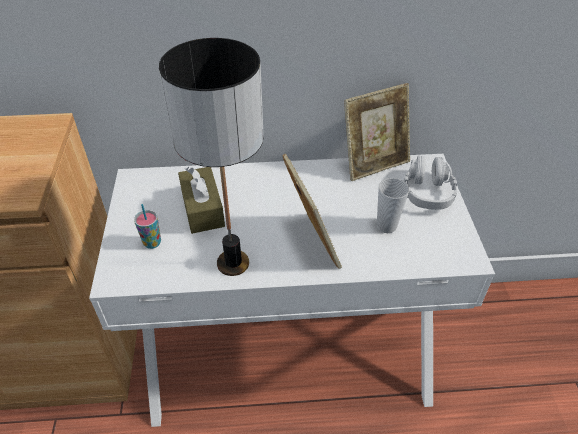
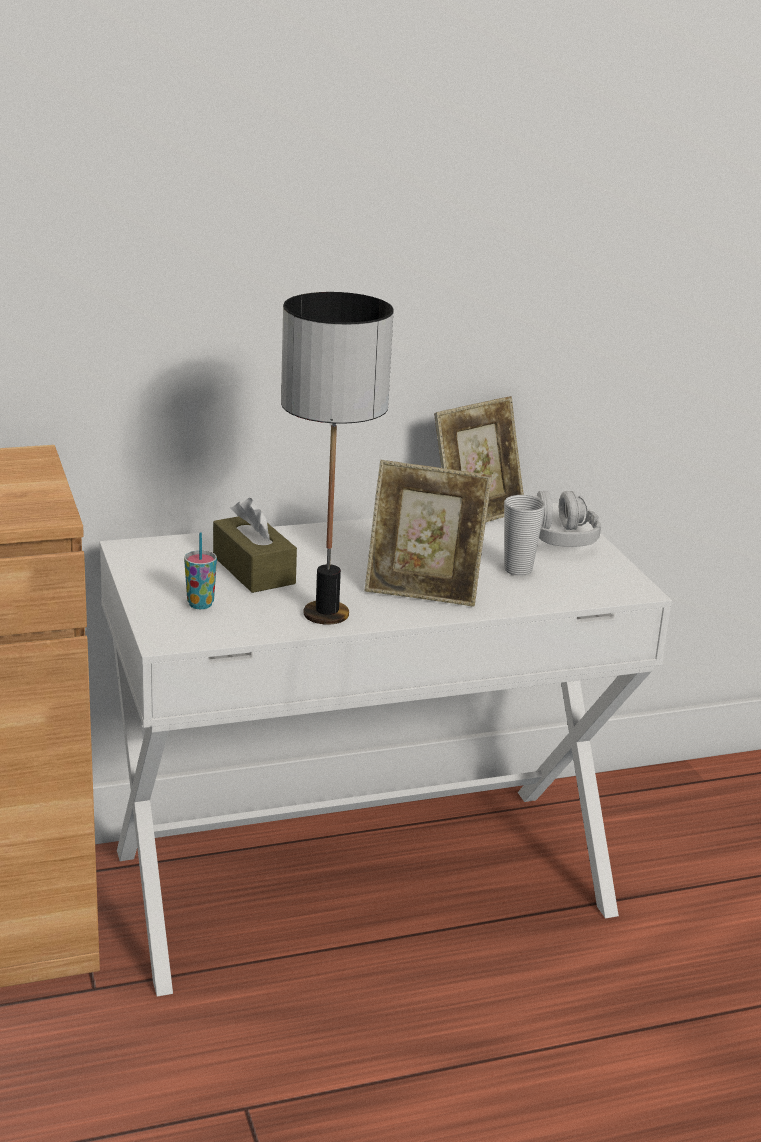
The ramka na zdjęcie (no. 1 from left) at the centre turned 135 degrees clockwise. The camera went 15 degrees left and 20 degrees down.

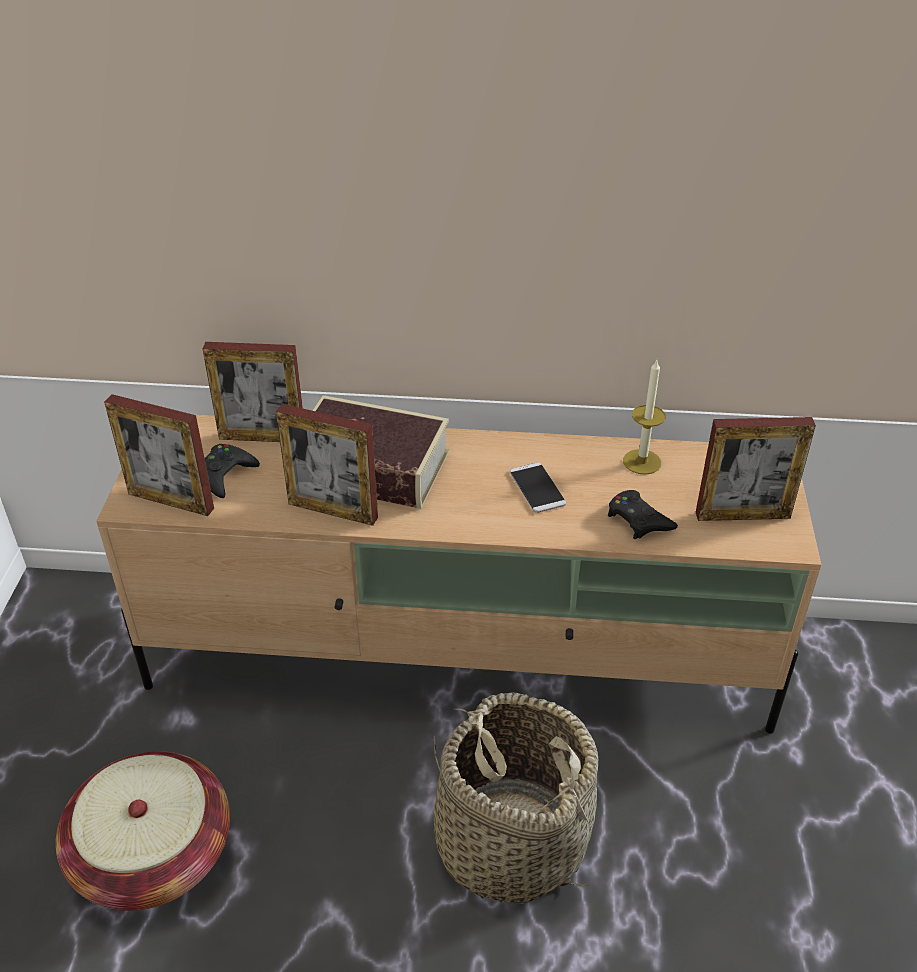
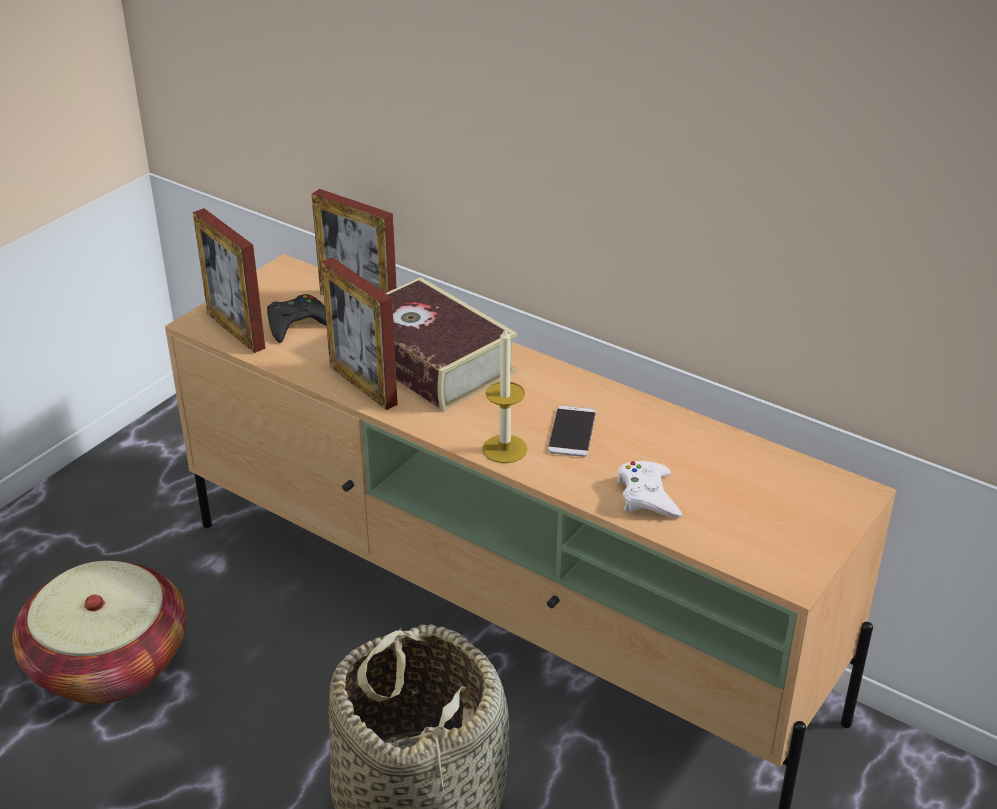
The świeca moved from the middle right to the centre. The ramka na zdjęcie (no. 4 from left) at the middle right disappeared. The pad do gier/czarny (no. 2 from left) at the middle right became the pad do gier/biały at the centre. The camera went 30 degrees right and 5 degrees down.

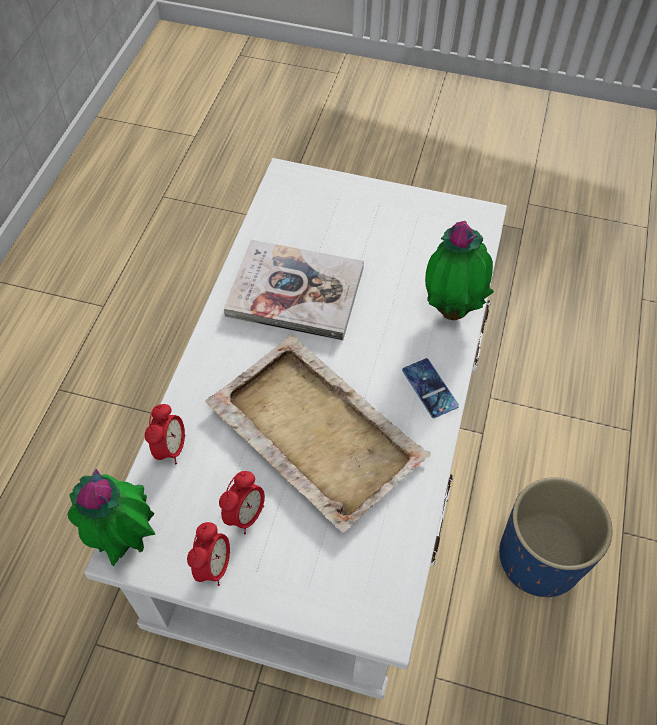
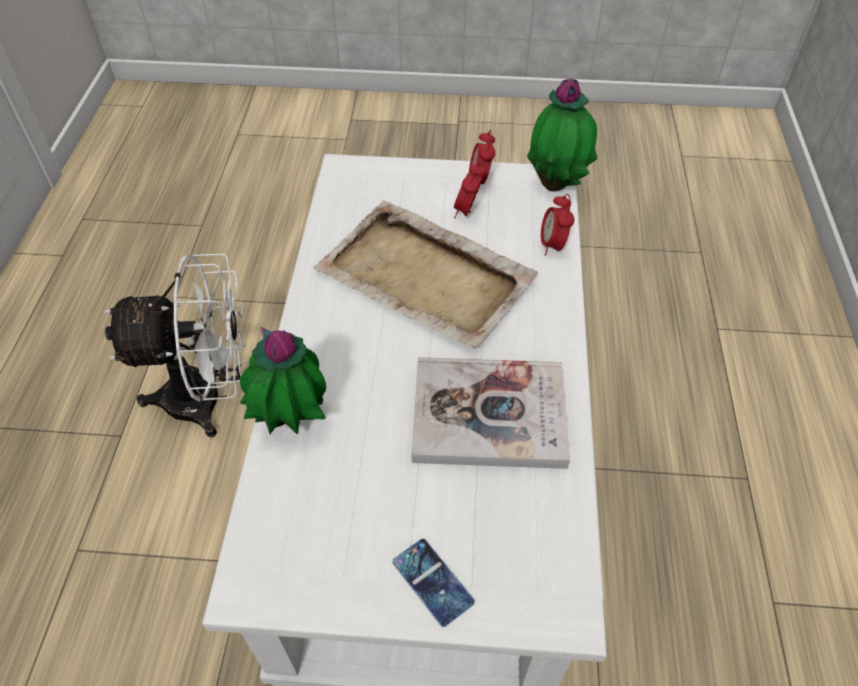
The telefon moved from the centre to the bottom centre. The donica/niebieski at the bottom right was replaced by the wentylator/biały at the middle left. The camera went 170 degrees right and 5 degrees down.

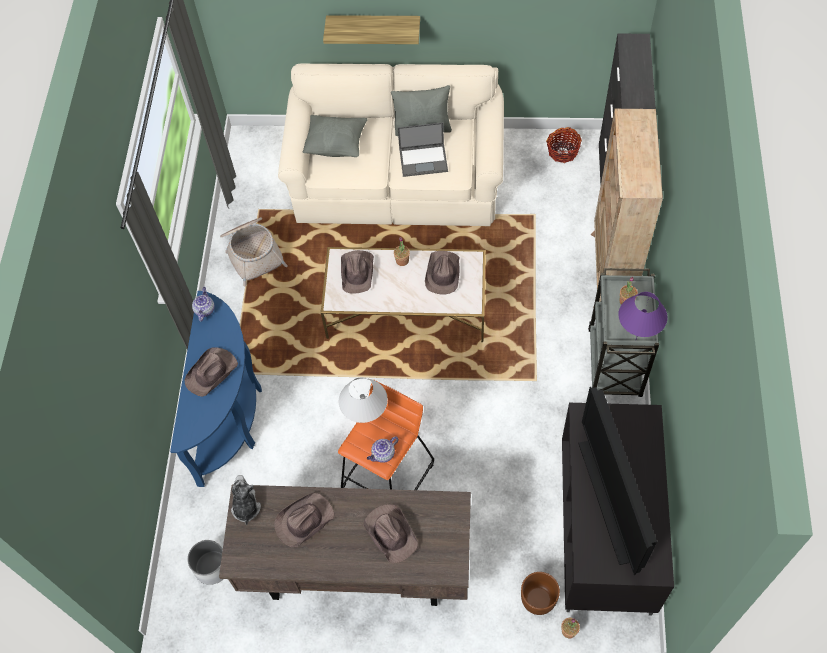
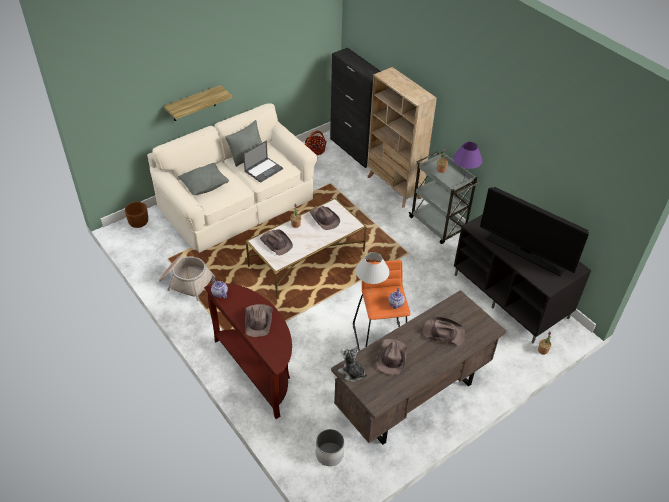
The stolik konsolowy/niebieski at the middle left became the stolik konsolowy/brązowy at the bottom centre. The donica/brązowy moved from the bottom centre to the middle left. The camera went 45 degrees left and 15 degrees down.

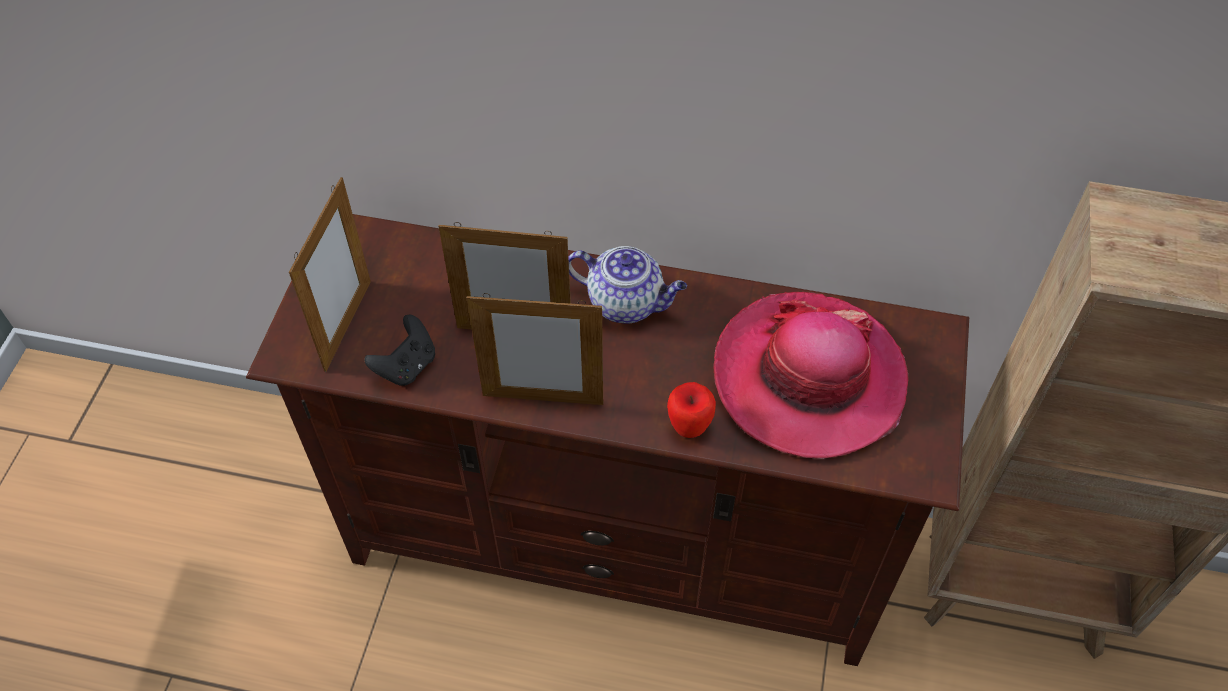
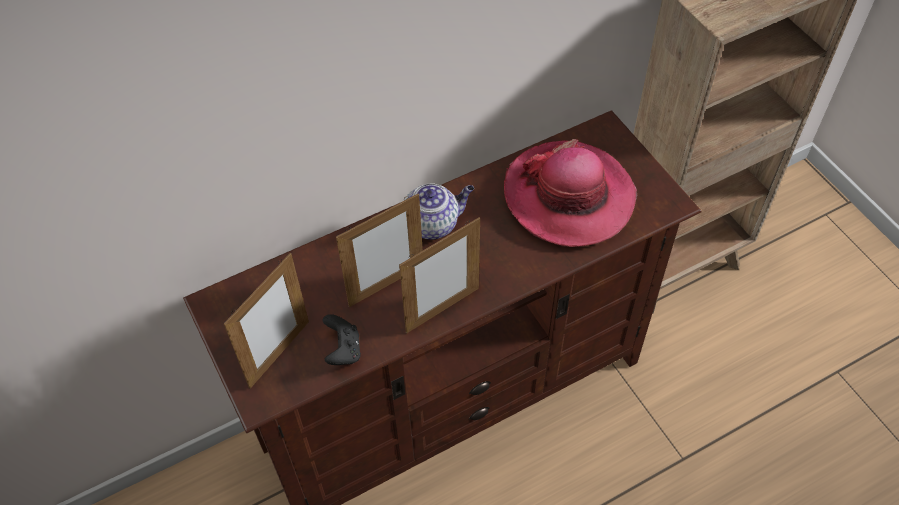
The ramka na zdjęcie (no. 1 from left) at the middle left turned 60 degrees clockwise. The jabłko at the centre disappeared. The camera went 40 degrees left and 0 degrees up.

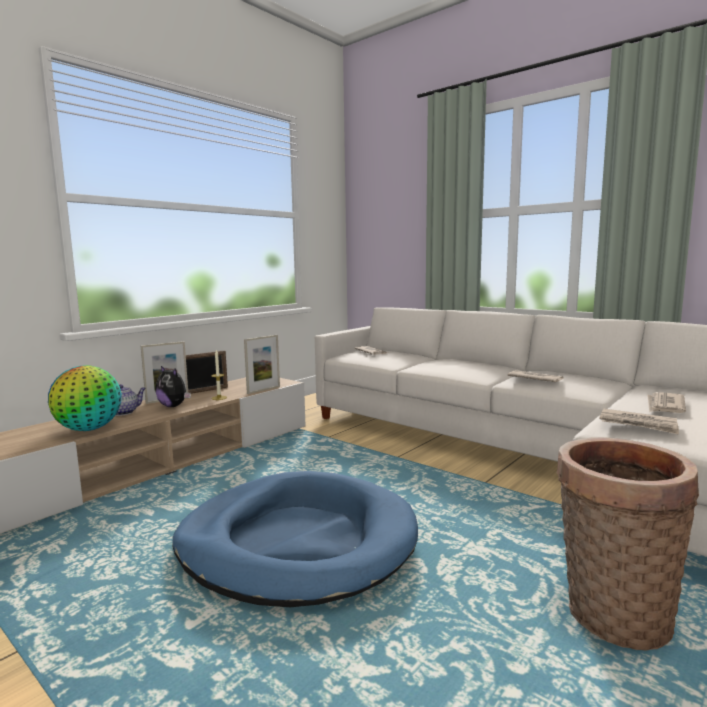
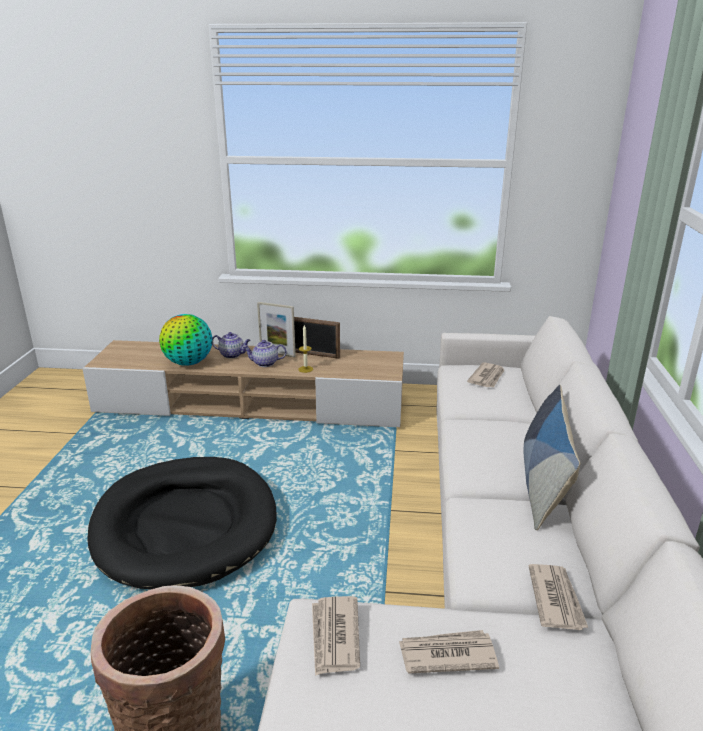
The ramka na zdjęcie (no. 3 from left) at the centre disappeared. The pluszak at the middle left was replaced by the imbryk (no. 2 from left) at the centre. The gazeta (no. 2 from left in the first image) moved from the middle right to the bottom right. The legowisko/niebieski at the bottom centre became the legowisko/czarny at the bottom left. The poduszka at the middle right appeared. The camera went 55 degrees right and 15 degrees up.

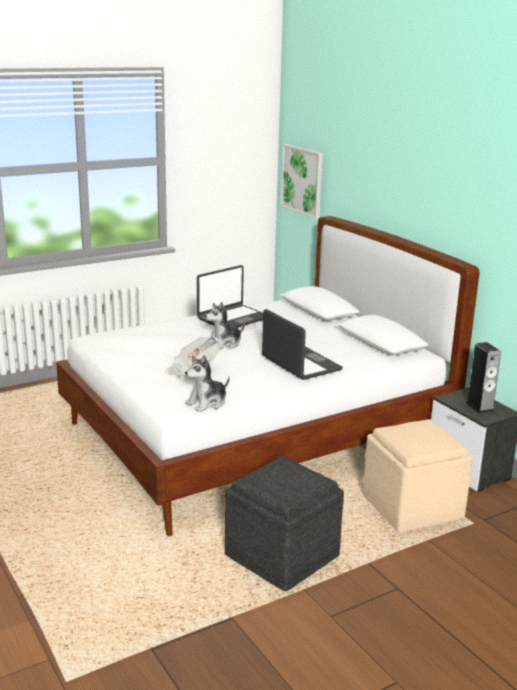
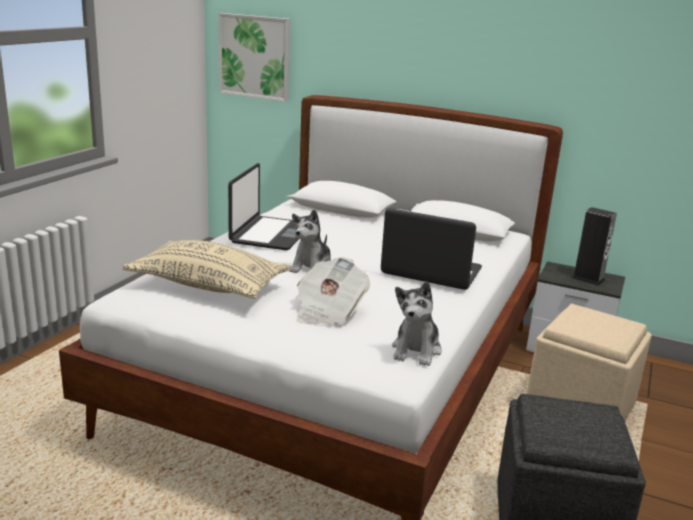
The poduszka/beżowy at the middle left appeared. The camera went 35 degrees left and 0 degrees up.

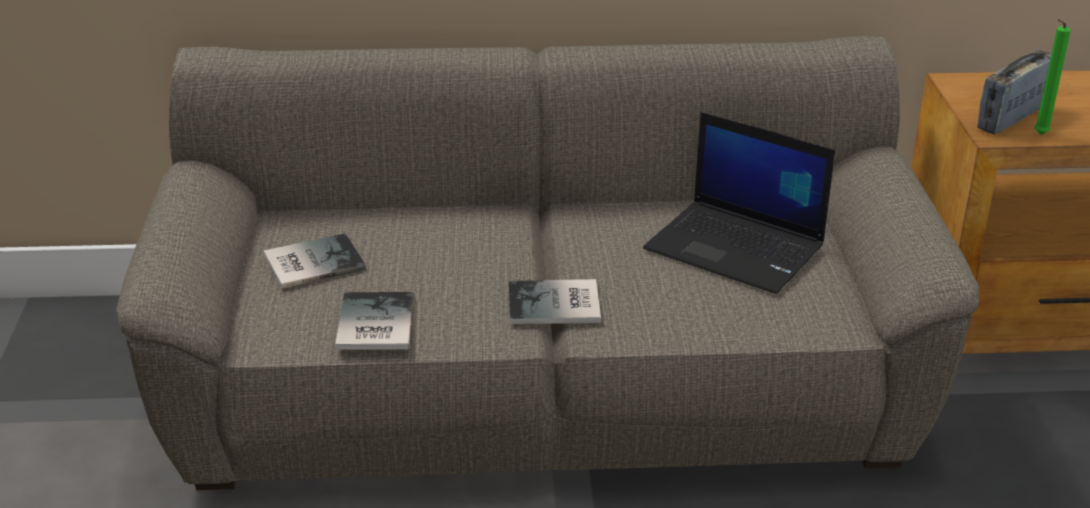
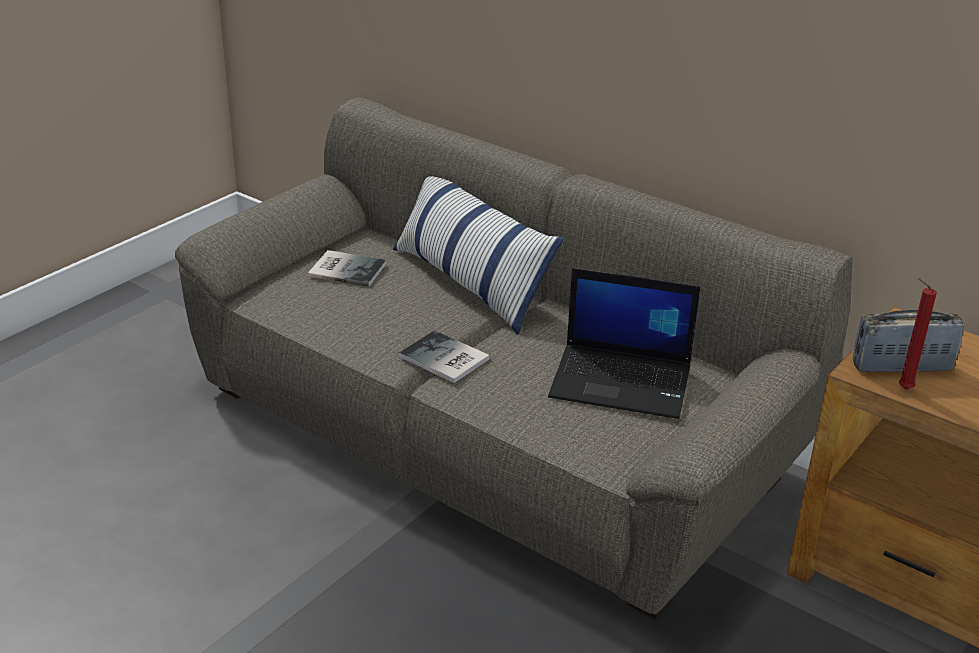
The świeca/zielony at the top right became the świeca/czerwony at the middle right. The laptop at the middle right turned 60 degrees counterclockwise. The książka (no. 2 from left) at the centre disappeared. The poduszka at the centre appeared. The camera went 40 degrees right and 0 degrees up.

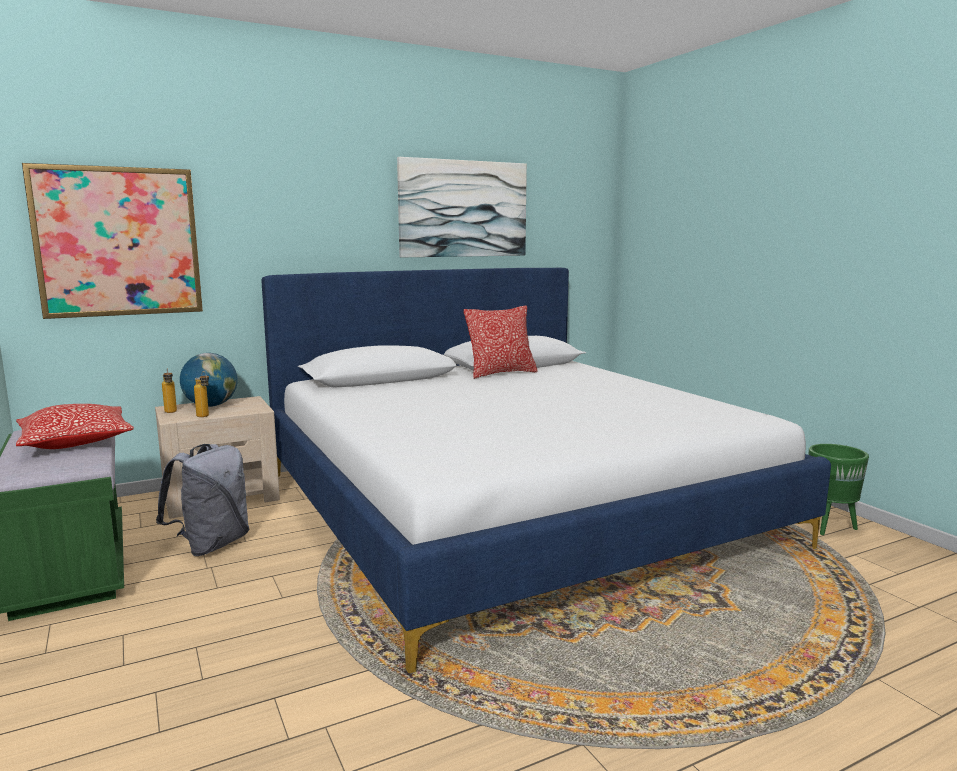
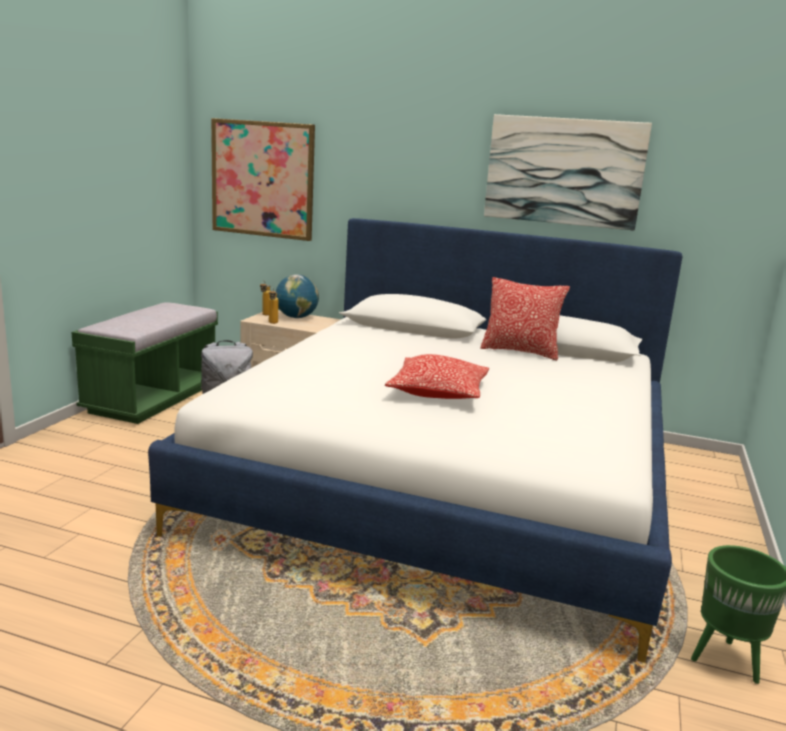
The poduszka (no. 1 from left) moved from the middle left to the centre. The camera went 45 degrees right and 5 degrees up.

